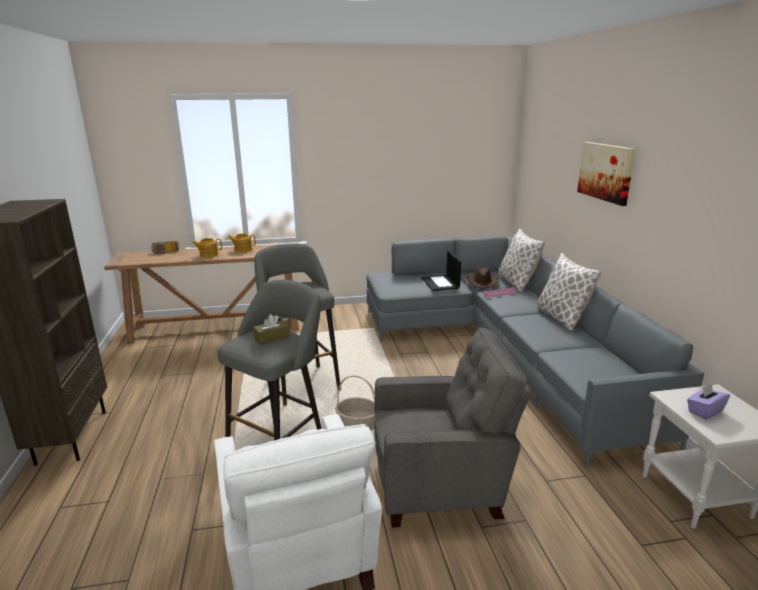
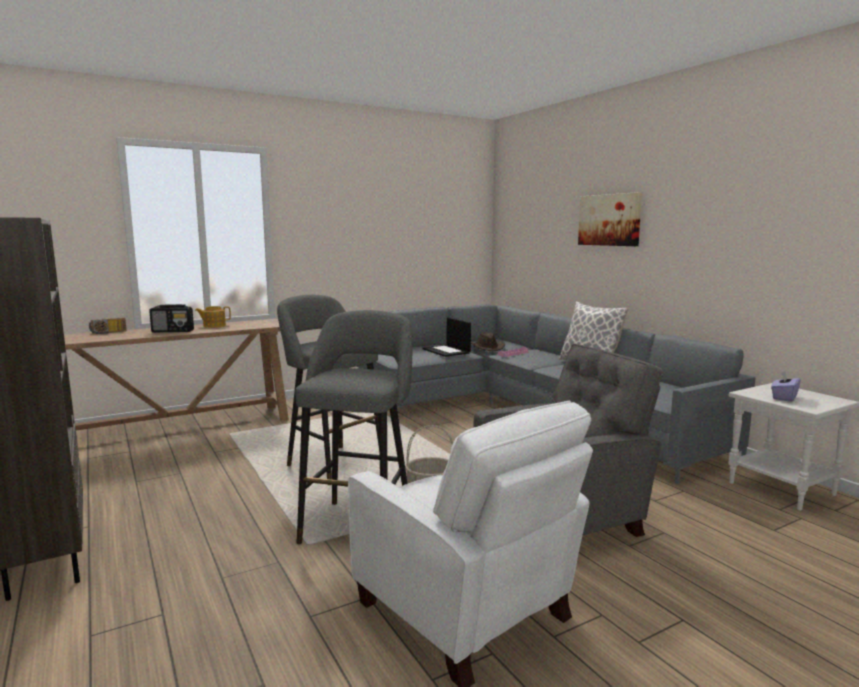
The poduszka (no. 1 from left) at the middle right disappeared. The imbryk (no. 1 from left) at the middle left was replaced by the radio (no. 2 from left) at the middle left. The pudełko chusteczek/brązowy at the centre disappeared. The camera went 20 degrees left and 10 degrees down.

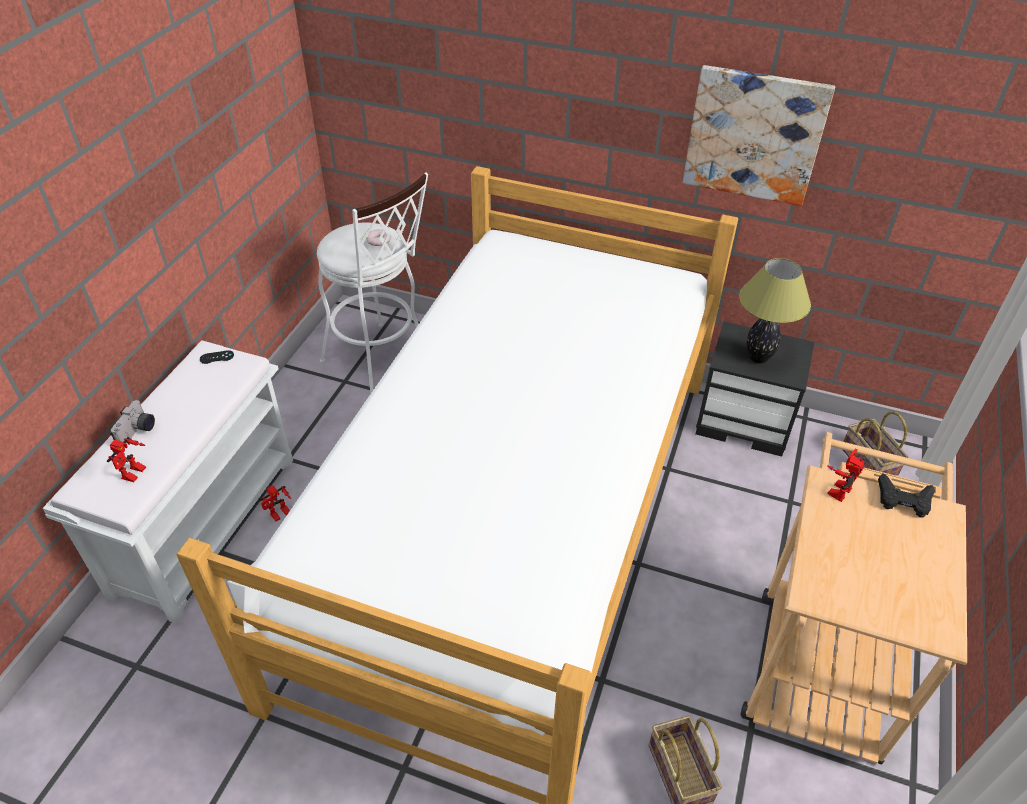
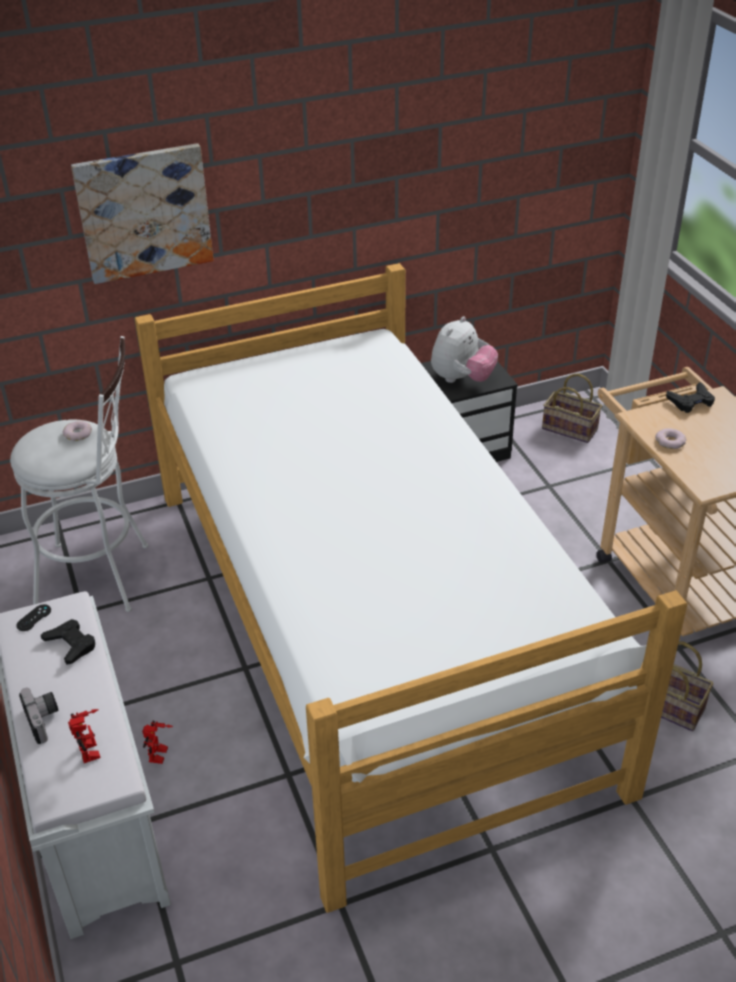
The obraz moved from the top right to the top left. The lampa stołowa at the middle right was replaced by the pluszak at the centre. The robot zabawkowy (no. 3 from left) at the middle right disappeared. The donut (no. 2 from left) at the middle right appeared. The pad do gier/czarny (no. 2 from left) at the middle left appeared. The camera went 40 degrees left and 5 degrees down.

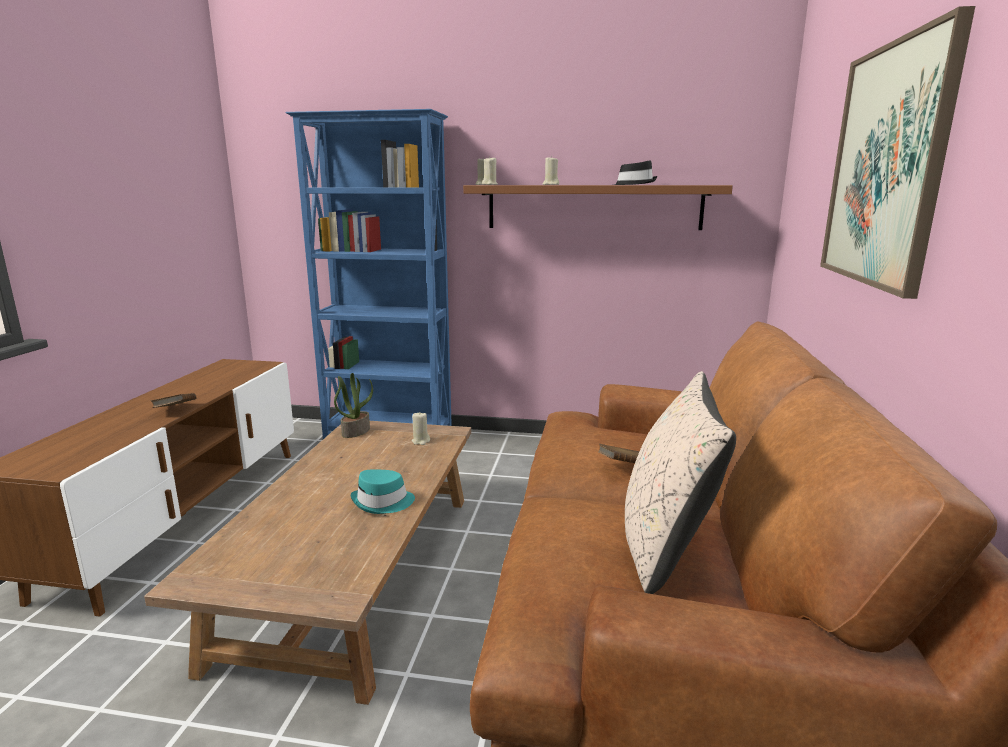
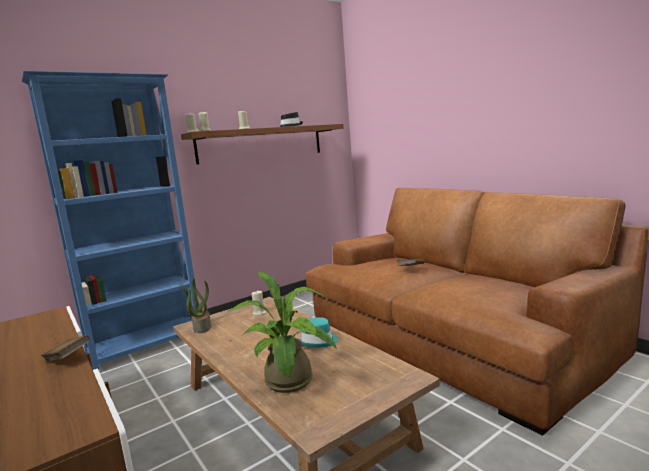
The obraz at the top right disappeared. The poduszka/beżowy at the middle right disappeared. The roślina doniczkowa (no. 2 from left) at the bottom centre appeared. The camera went 45 degrees left and 5 degrees down.

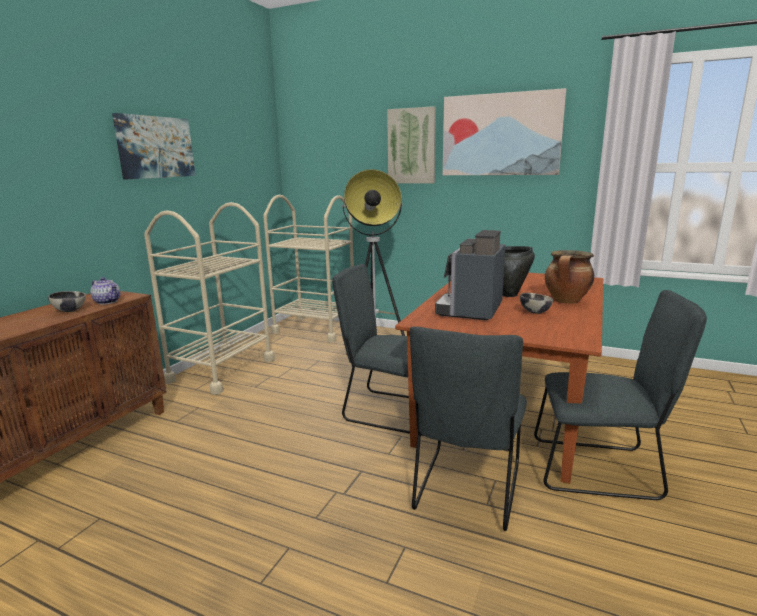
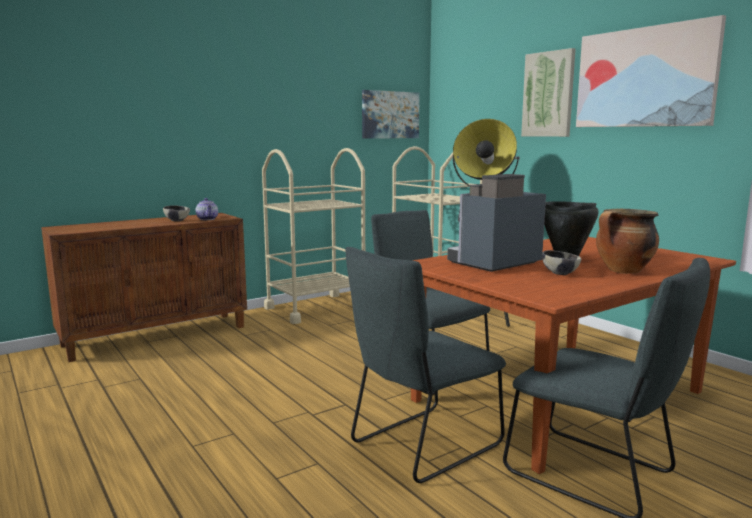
The obraz (no. 1 from left) moved from the top left to the top centre. The camera went 30 degrees right and 5 degrees down.

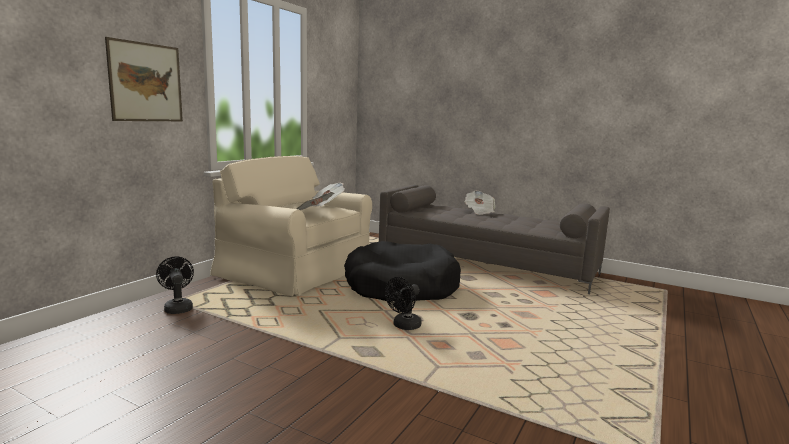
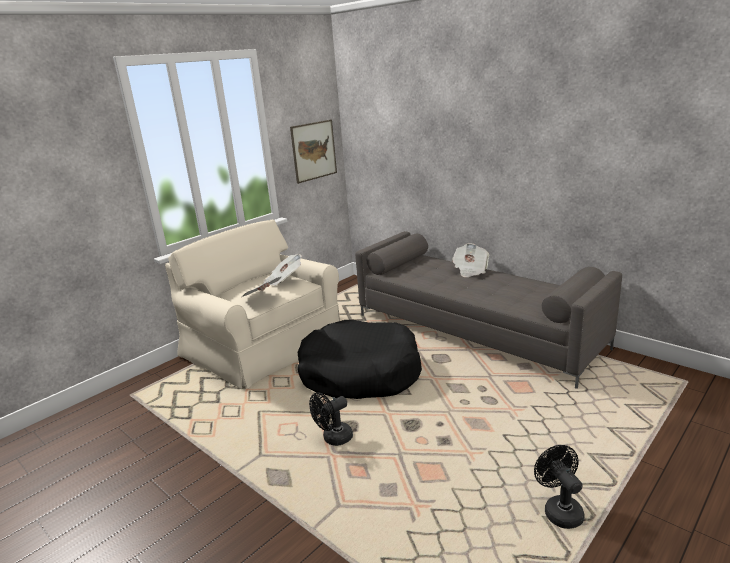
The obraz moved from the top left to the top centre. The wentylator/czarny (no. 1 from left in the first image) moved from the middle left to the bottom right. The camera went 15 degrees right and 10 degrees up.

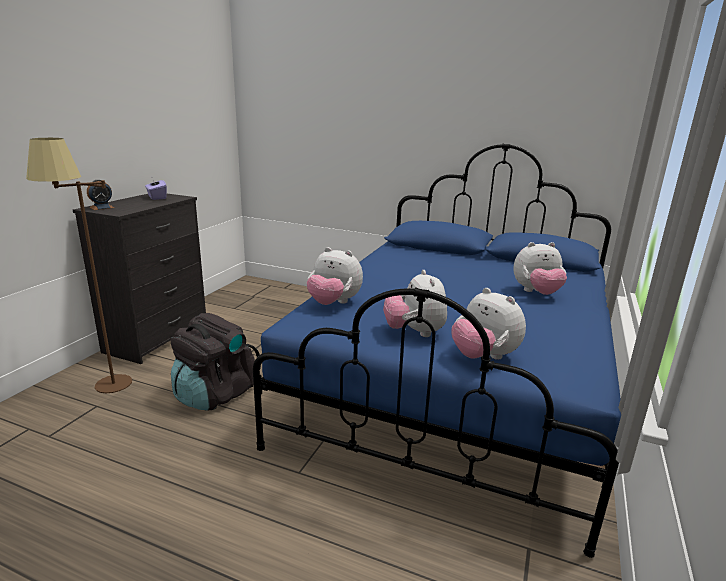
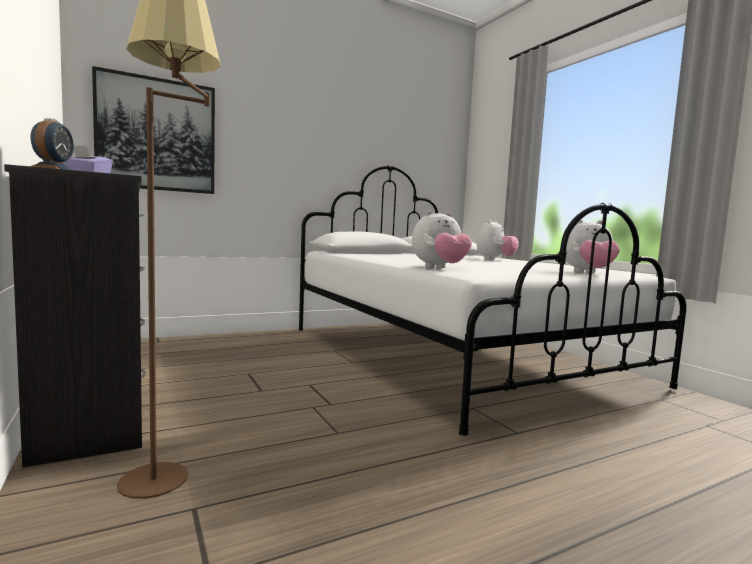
The łóżko/niebieski at the centre became the łóżko/biały at the centre. The pluszak (no. 2 from left) at the centre disappeared. The plecak/czarny at the middle left disappeared. The obraz at the top left appeared. The camera went 50 degrees left and 15 degrees down.

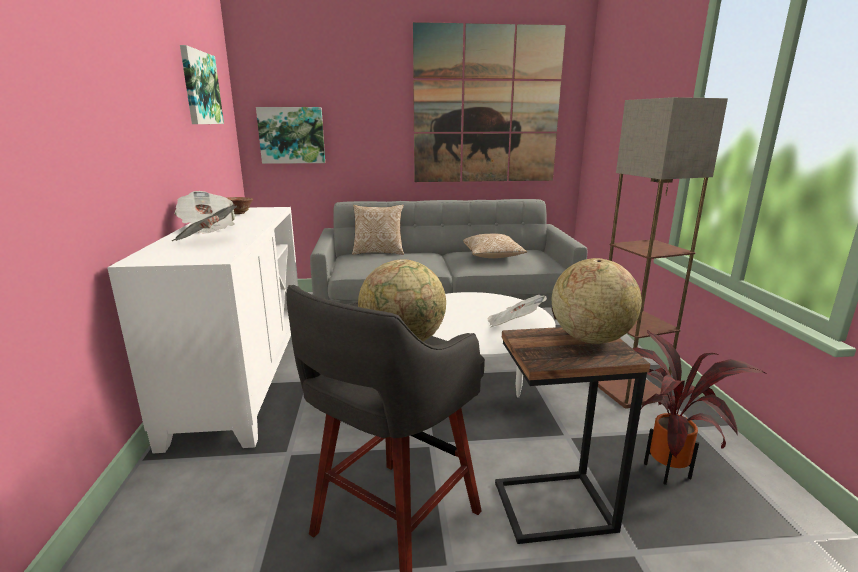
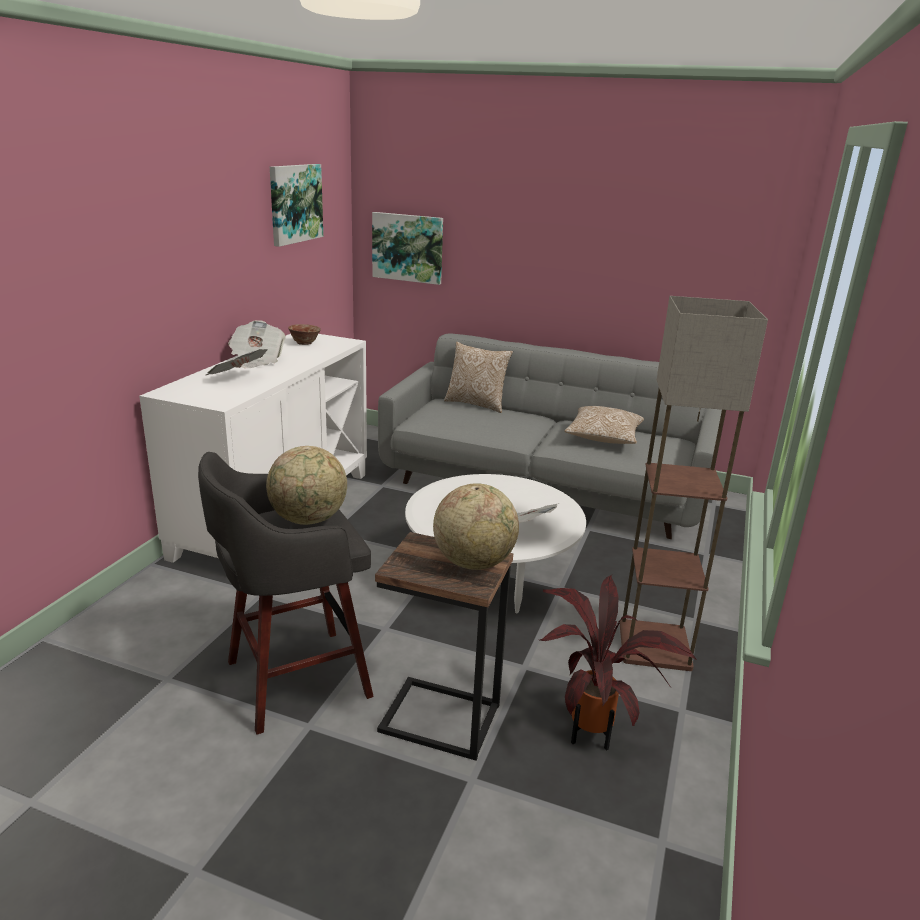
The obraz (no. 3 from left) at the top centre disappeared. The camera went 25 degrees right and 5 degrees up.

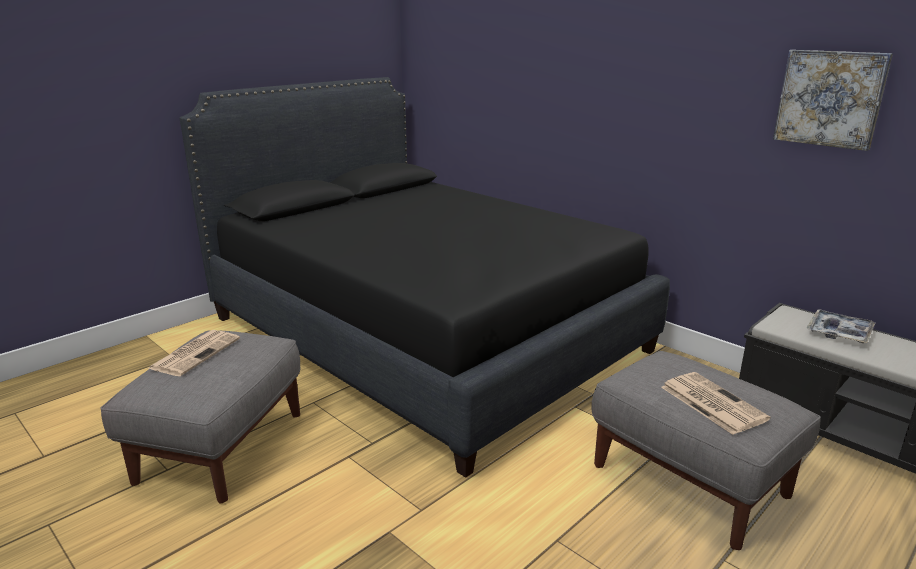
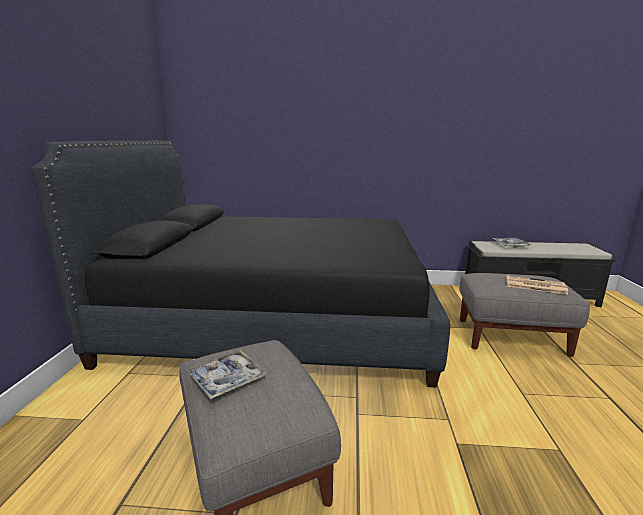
The obraz at the top right disappeared. The gazeta (no. 1 from left) at the middle left was replaced by the taca (no. 1 from left) at the bottom centre. The camera went 40 degrees left and 5 degrees down.

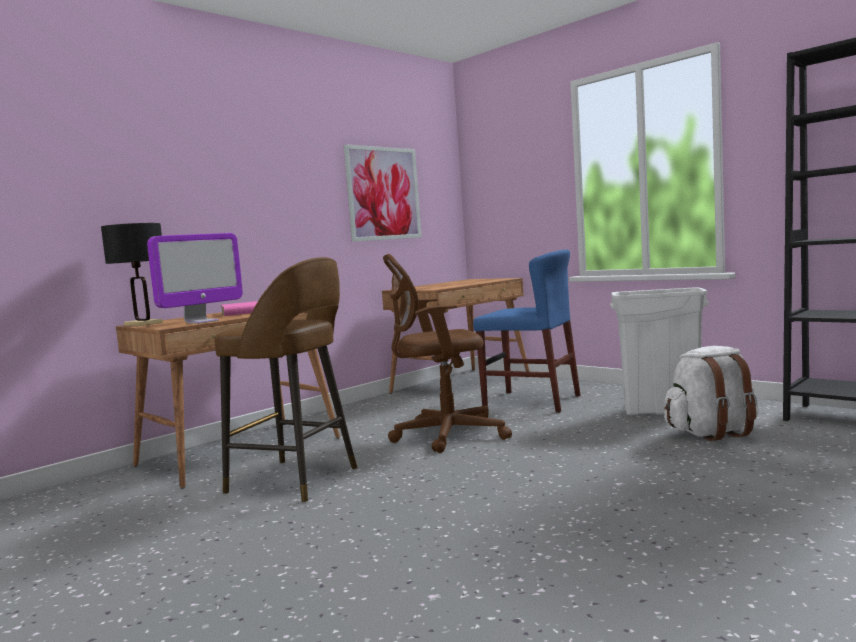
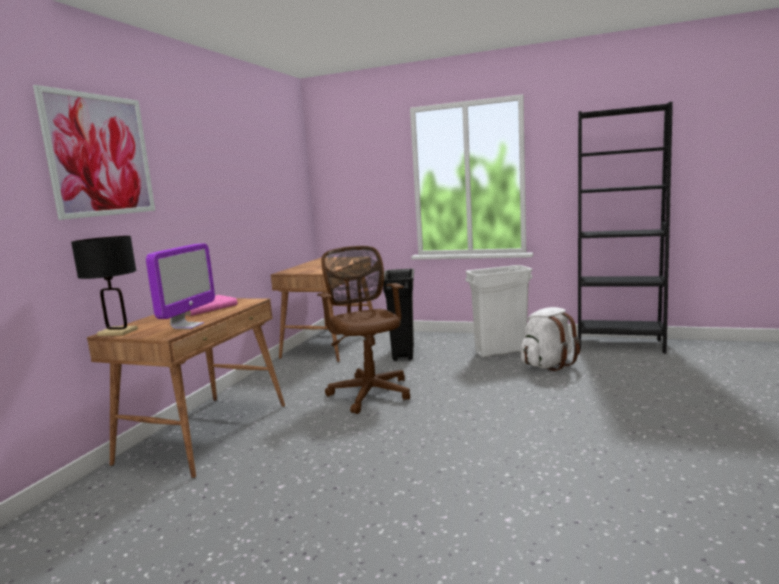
The obraz moved from the top centre to the top left. The krzesło/niebieski at the centre was replaced by the kosz na śmieci/czarny at the centre. The krzesło biurowe/brązowy at the centre turned 105 degrees clockwise. The stołek/brązowy at the middle left disappeared. The camera went 25 degrees left and 5 degrees up.

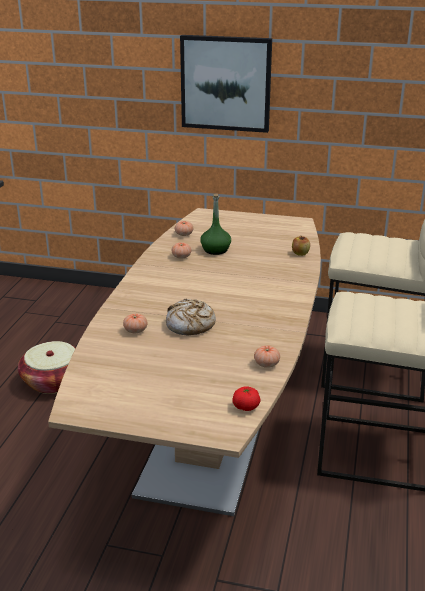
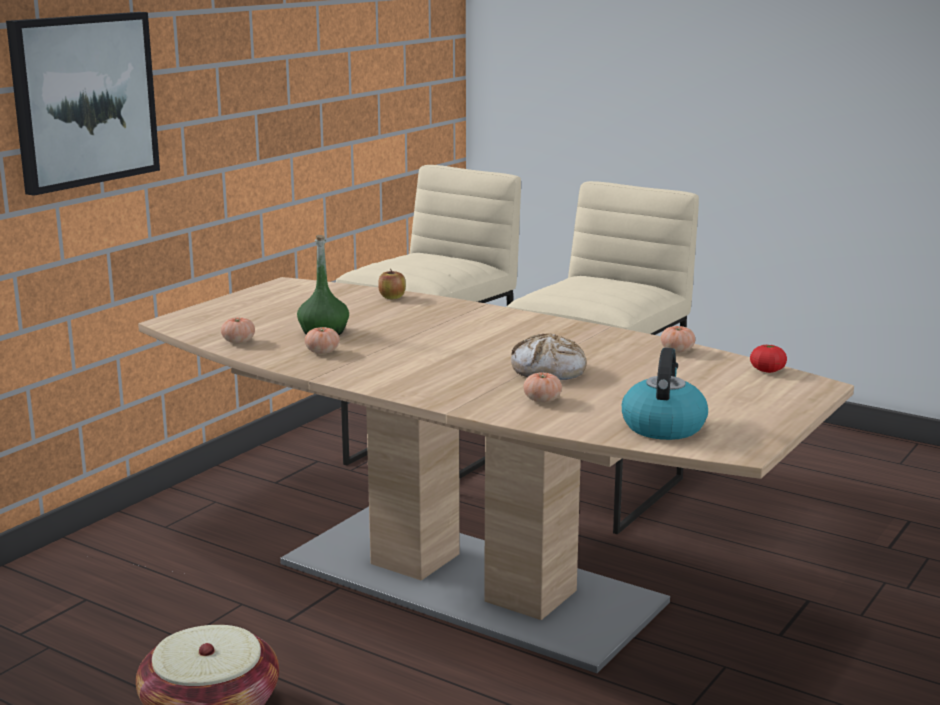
The czajnik at the middle right appeared. The camera went 70 degrees left and 10 degrees down.

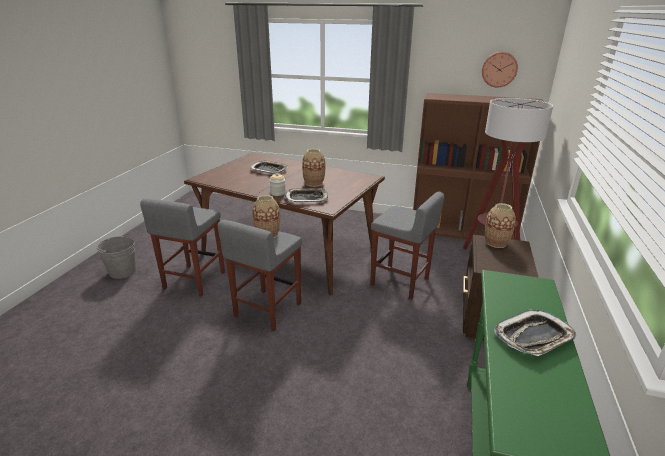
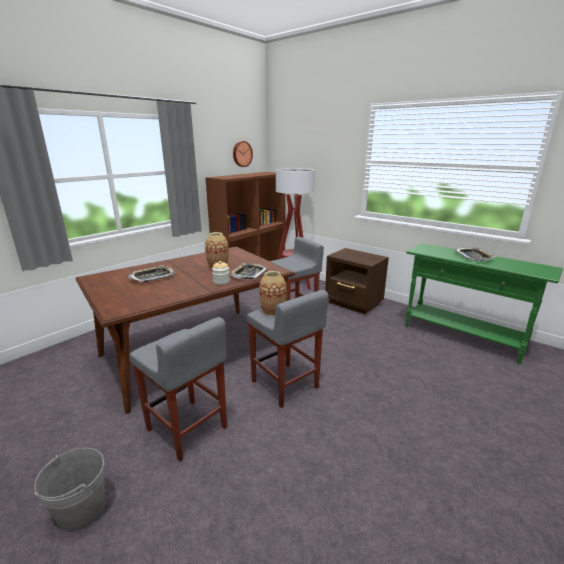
The wazon (no. 3 from left) at the middle right disappeared. The camera went 65 degrees left and 5 degrees down.

